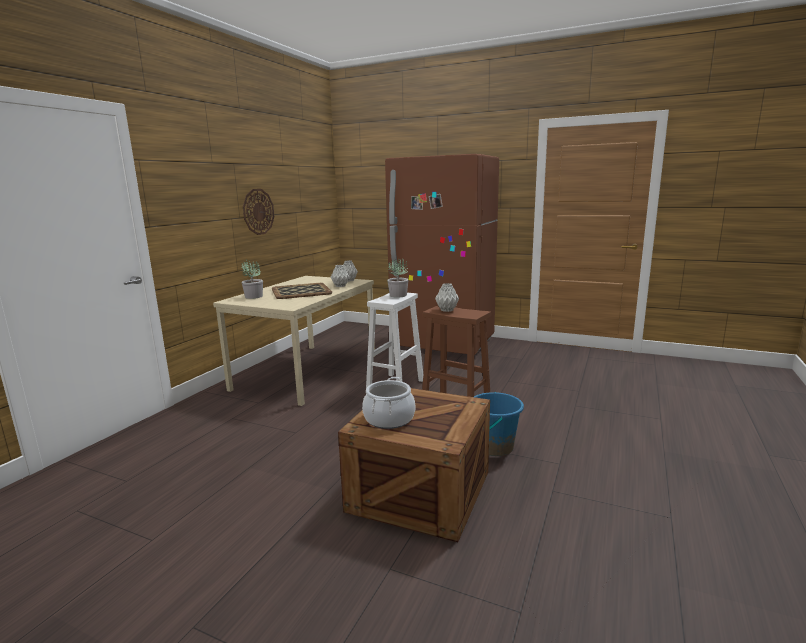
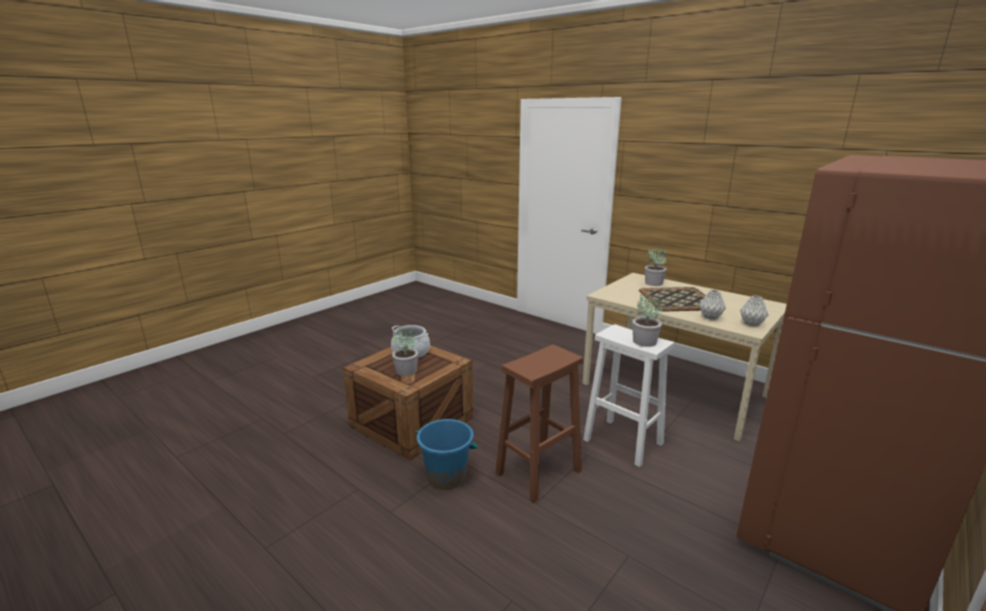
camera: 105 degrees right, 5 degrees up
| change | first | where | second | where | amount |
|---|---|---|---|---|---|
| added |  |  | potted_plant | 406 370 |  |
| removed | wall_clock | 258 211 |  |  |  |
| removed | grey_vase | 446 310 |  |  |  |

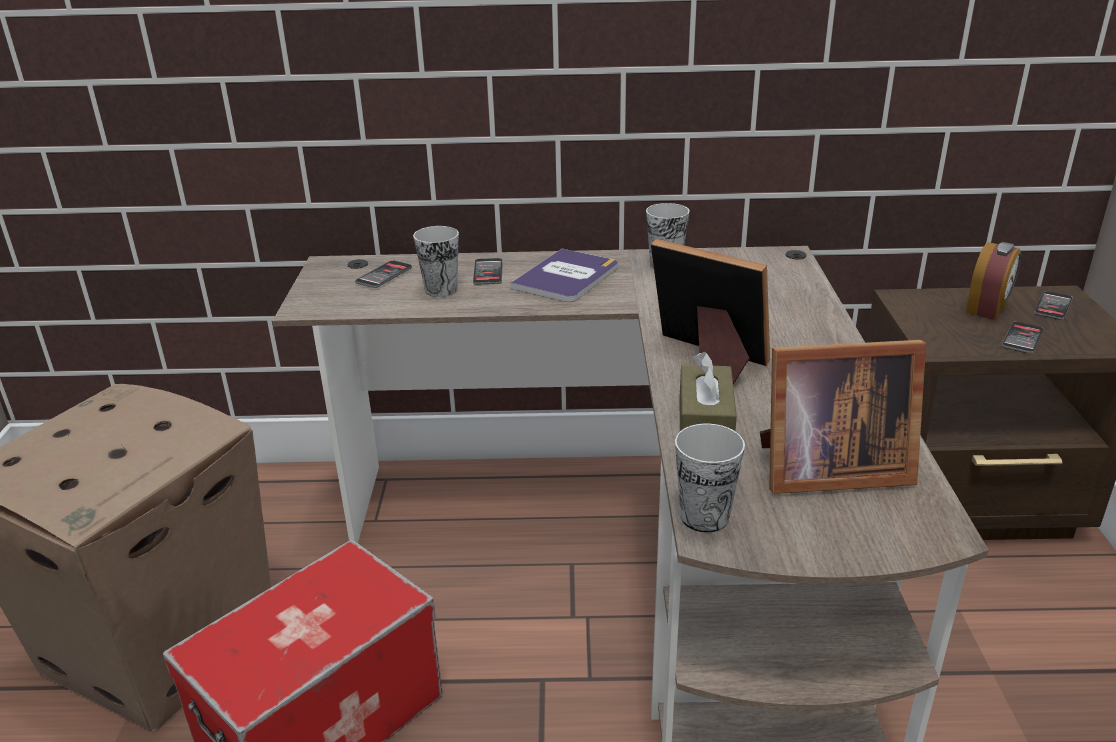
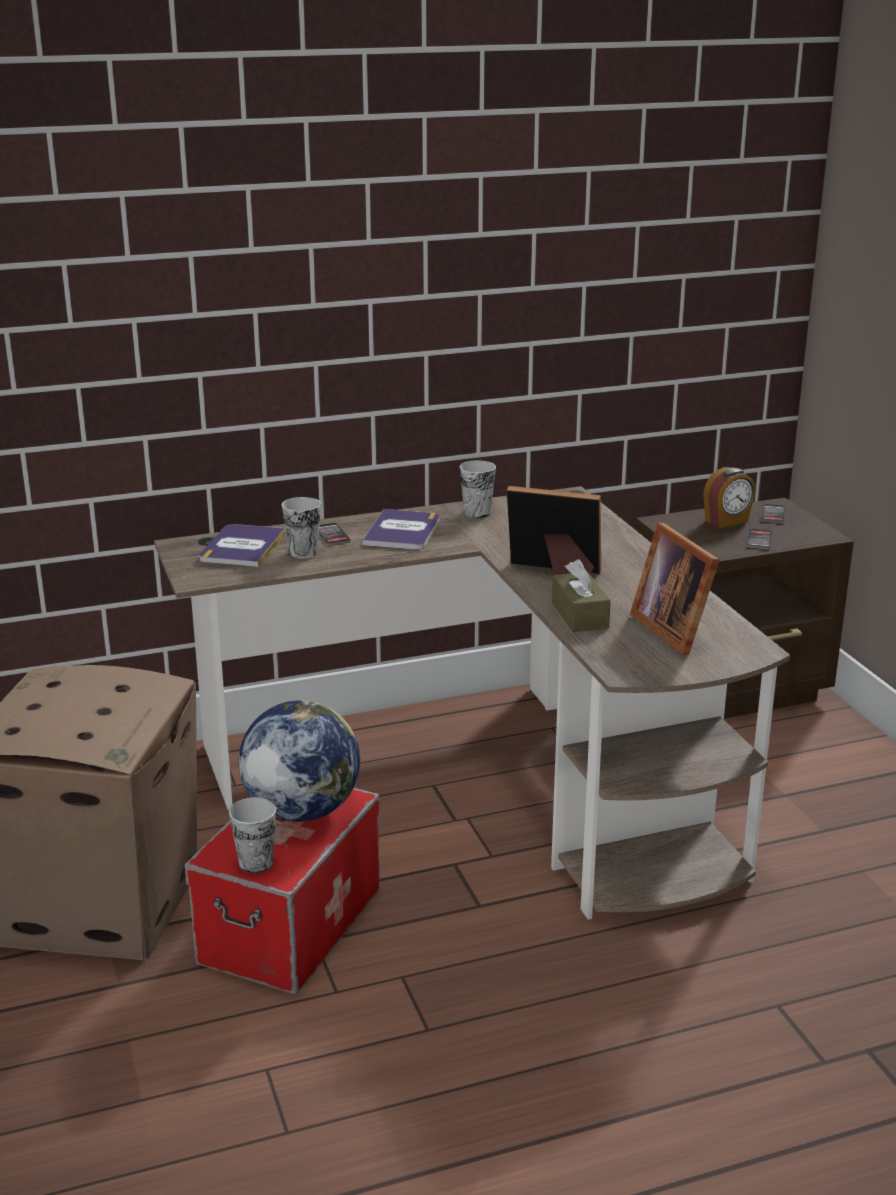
camera: 20 degrees left, 5 degrees down
| change | first | where | second | where | amount |
|---|---|---|---|---|---|
| replaced | phone | 384 275 | book | 242 547 |  |
| moved | cup | 704 516 |  | 256 863 |  |
| added |  |  | globe | 301 811 |  |
| turned | picture_frame | 826 470 |  | 674 629 | 90 degrees clockwise |
| turned | alarm_clock | 988 308 |  | 727 521 | 45 degrees clockwise |

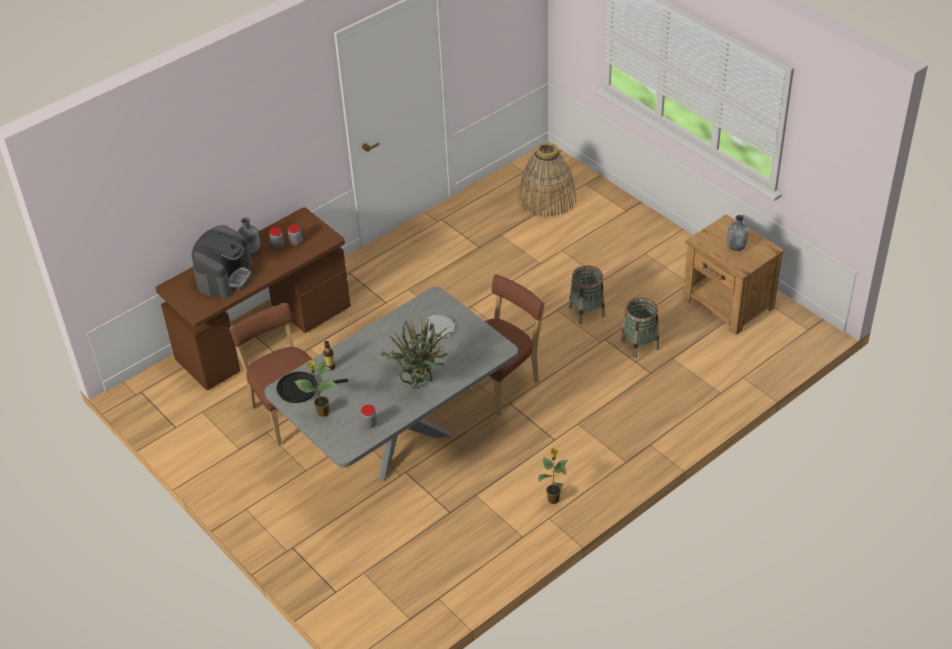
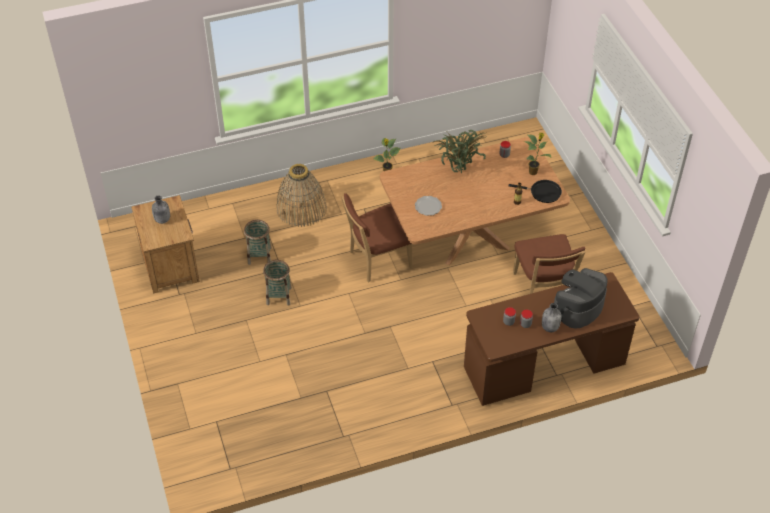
camera: 160 degrees left, 5 degrees up
| change | first | where | second | where | amount |
|---|---|---|---|---|---|
| moved | basket | 547 198 |  | 301 208 |  |
| recoloured | grey_dining_table | 399 441 | brown_dining_table | 469 241 |  |

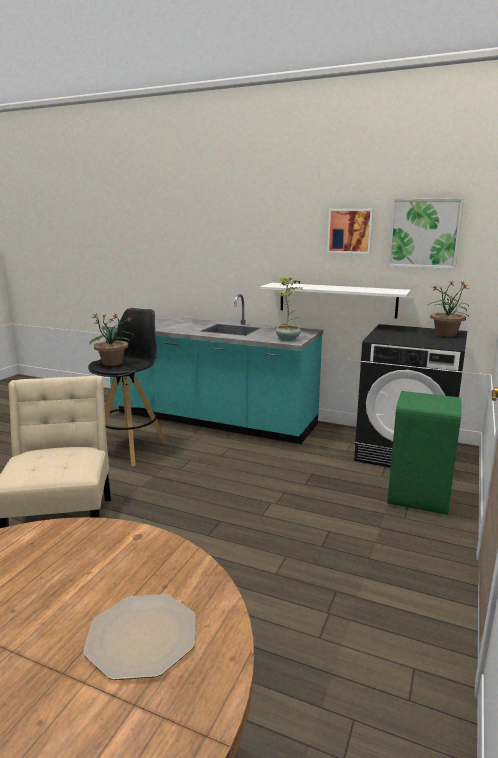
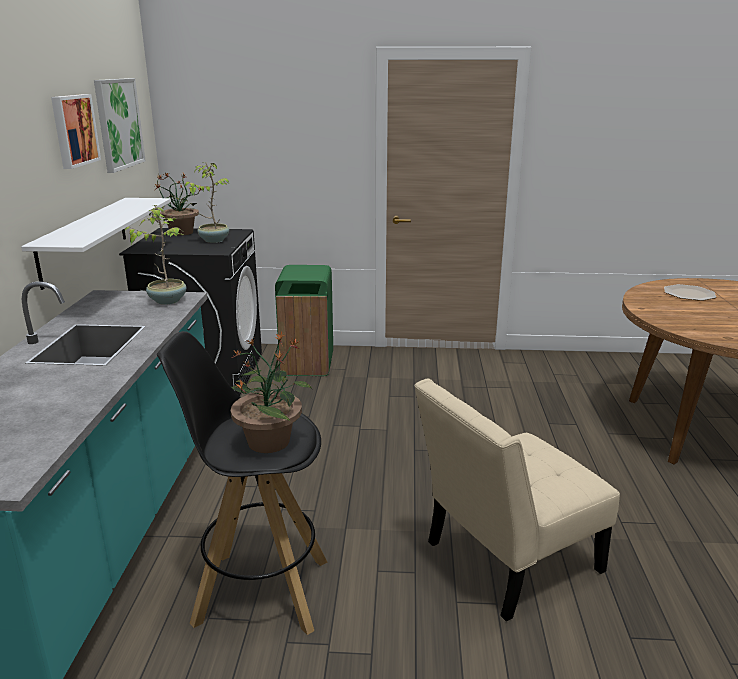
camera: 110 degrees left, 5 degrees up
| change | first | where | second | where | amount |
|---|---|---|---|---|---|
| added |  |  | potted_plant | 213 240 |  |

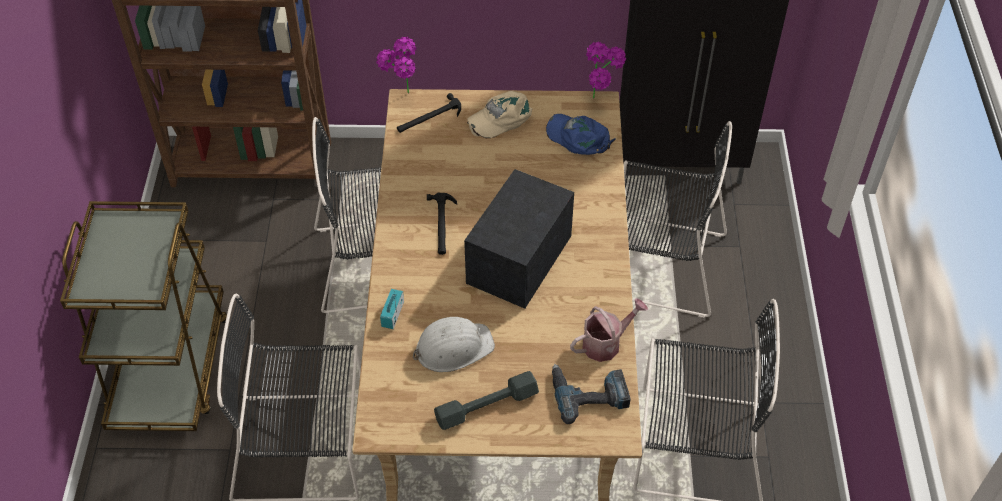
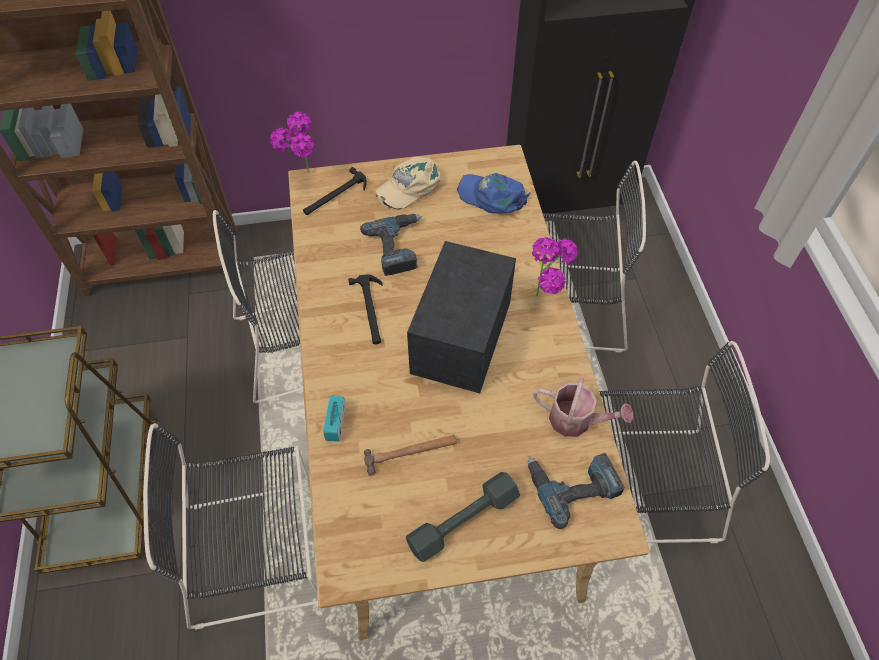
camera: 10 degrees left, 5 degrees up
| change | first | where | second | where | amount |
|---|---|---|---|---|---|
| added |  |  | power_drill | 398 247 |  |
| replaced | white_hard_hat | 453 347 | hammer | 411 453 |  |
| moved | potted_plant | 601 101 |  | 547 298 |  |
| turned | watering_can | 606 343 |  | 576 420 | 60 degrees clockwise |

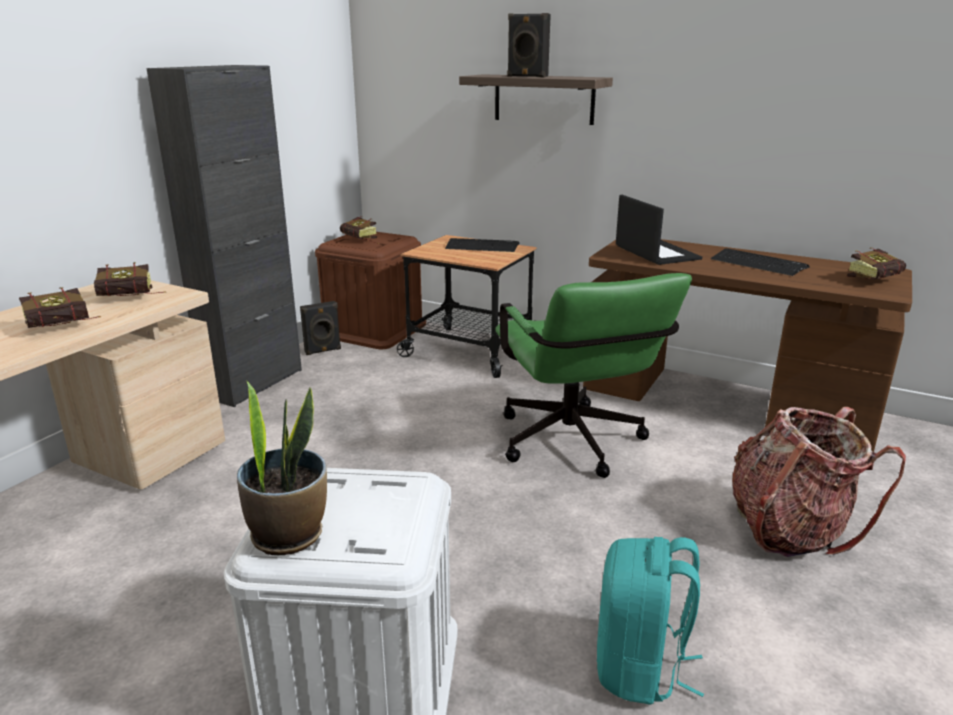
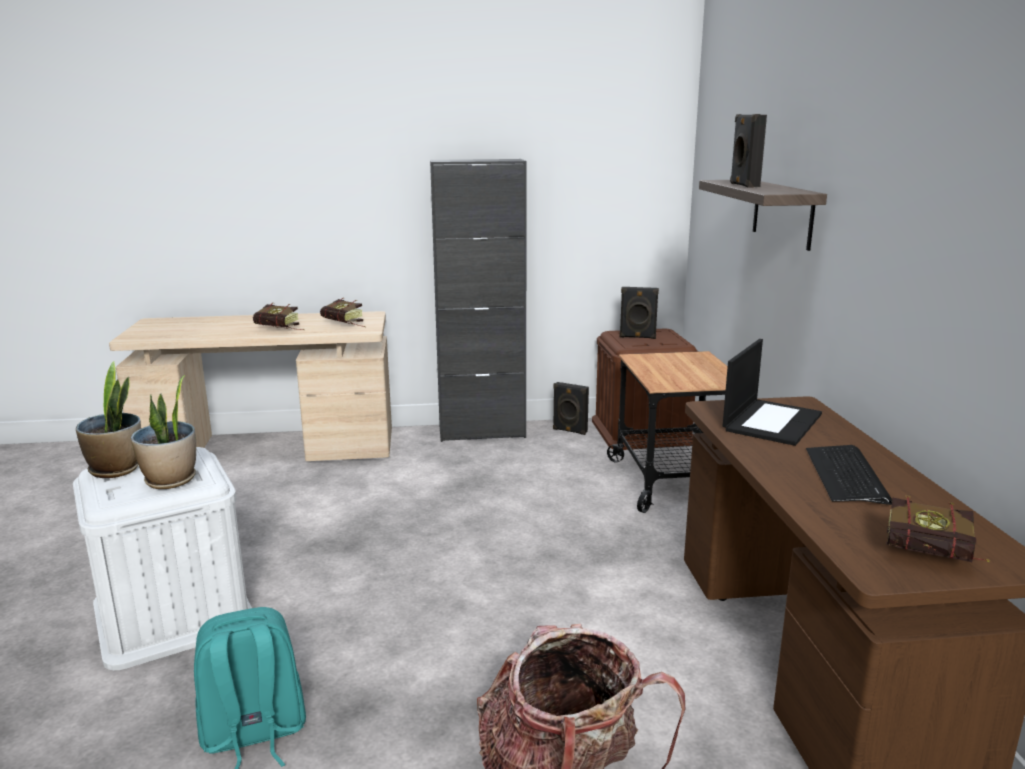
camera: 55 degrees right, 5 degrees down
| change | first | where | second | where | amount |
|---|---|---|---|---|---|
| added |  |  | potted_plant | 171 480 |  |
| replaced | book | 361 241 | black_speaker | 637 337 |  |
| removed | keyboard | 482 246 |  |  |  |
| removed | green_office_chair | 574 446 |  |  |  |

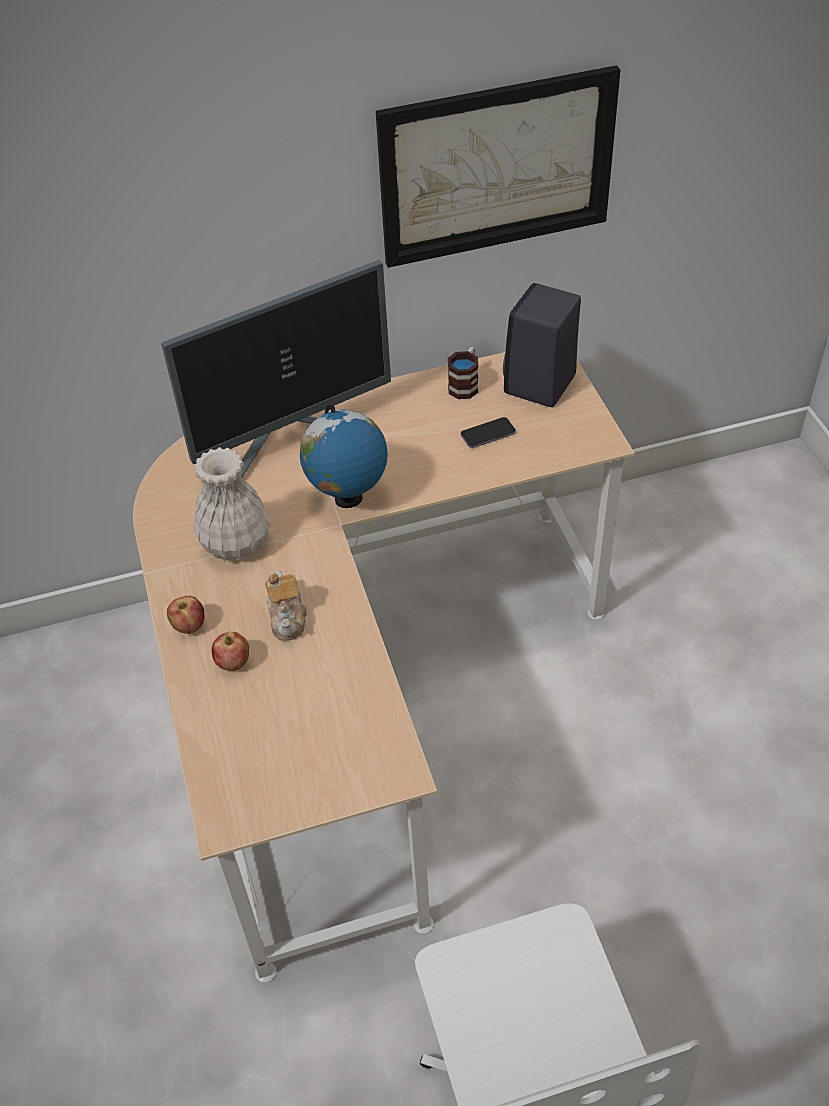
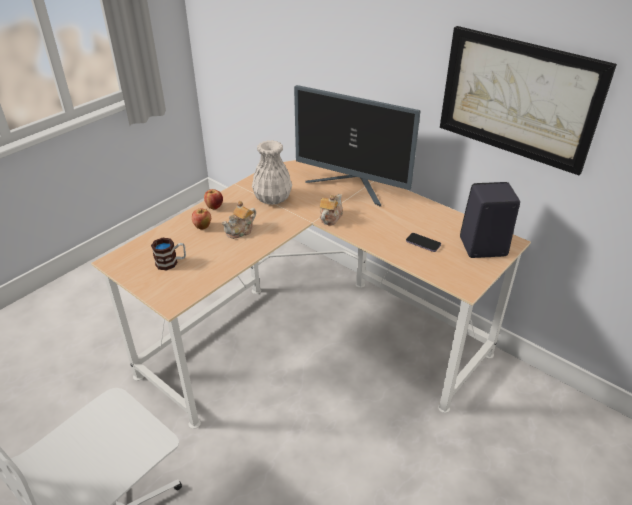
camera: 55 degrees right, 10 degrees down
| change | first | where | second | where | amount |
|---|---|---|---|---|---|
| moved | mug | 465 384 |  | 171 262 |  |
| replaced | globe | 348 499 | teapot | 330 218 |  |

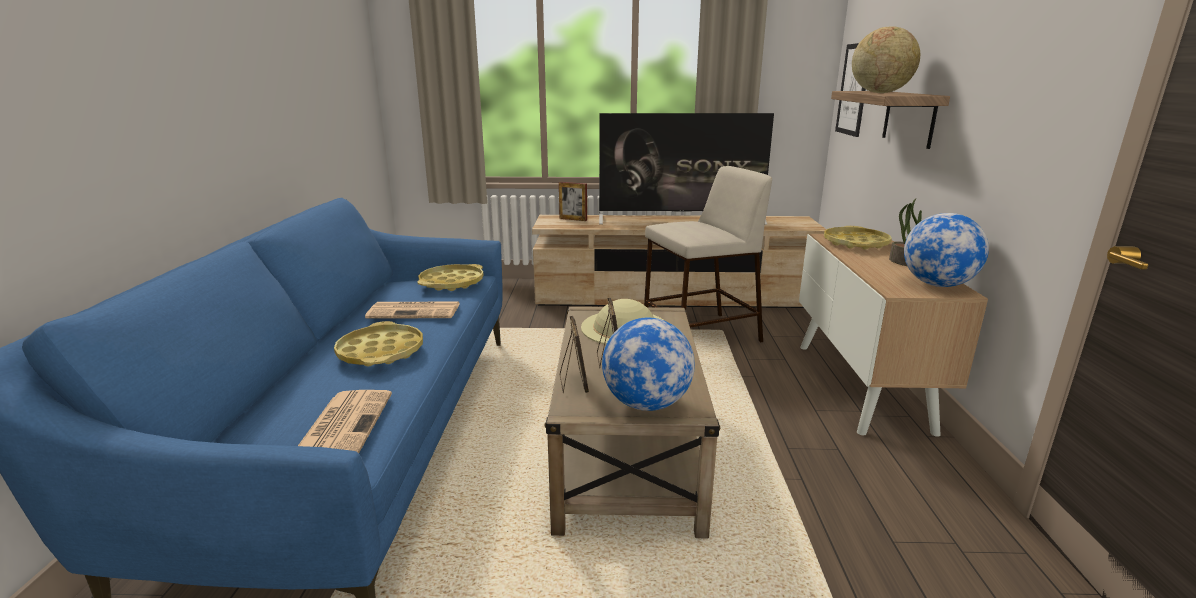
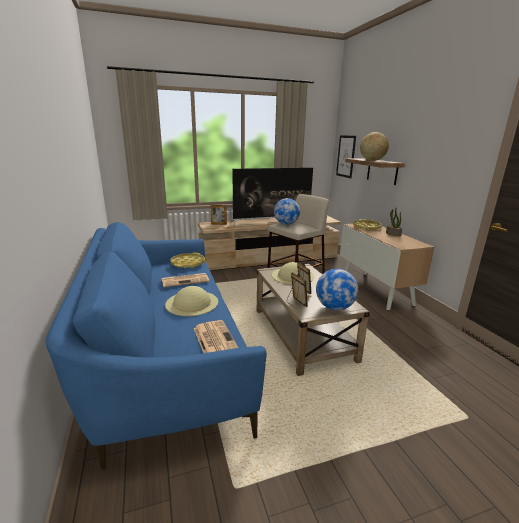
camera: 20 degrees left, 0 degrees up
| change | first | where | second | where | amount |
|---|---|---|---|---|---|
| replaced | yellow_tray | 381 352 | beige_hat | 192 303 |  |
| moved | globe | 937 285 |  | 286 224 |  |

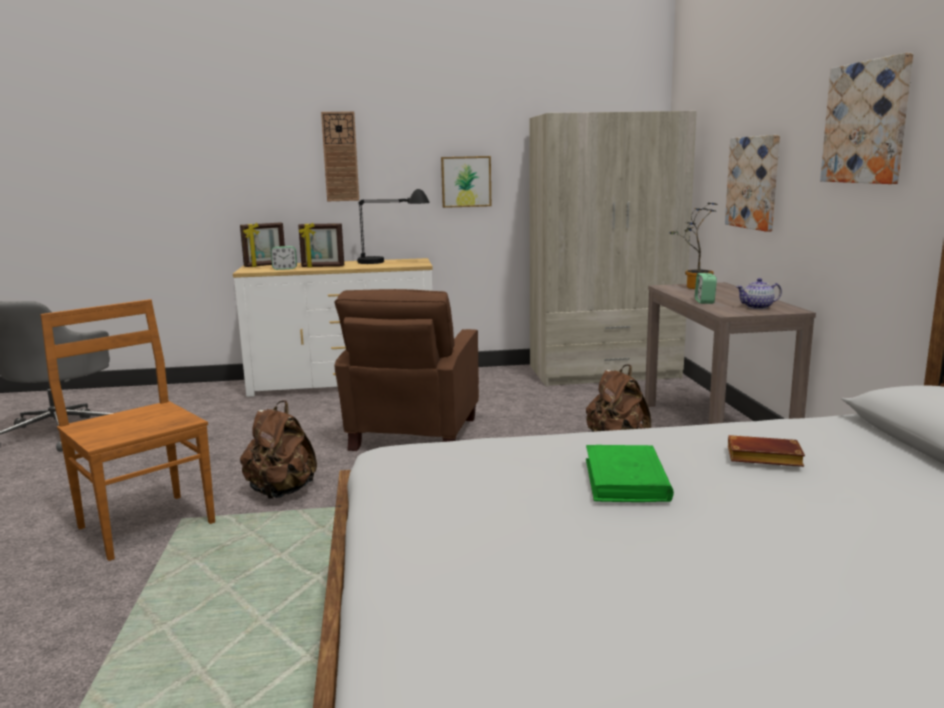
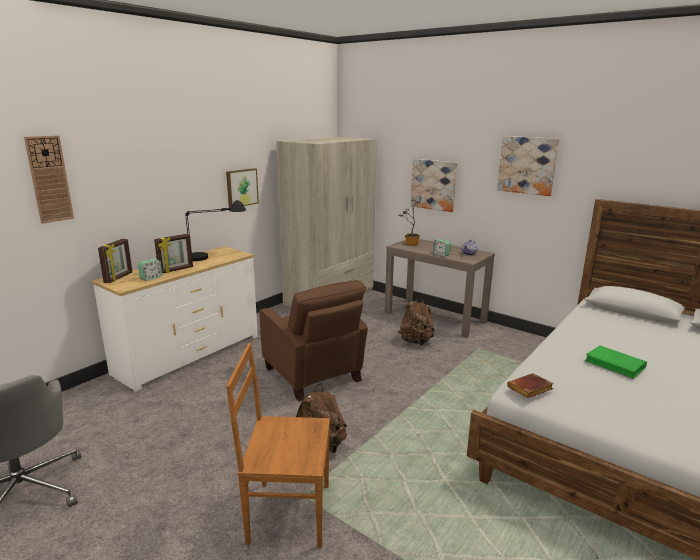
camera: 45 degrees left, 5 degrees up
| change | first | where | second | where | amount |
|---|---|---|---|---|---|
| moved | wall_clock | 340 157 |  | 49 179 |  |
| moved | brown_book | 761 458 |  | 529 390 |  |

